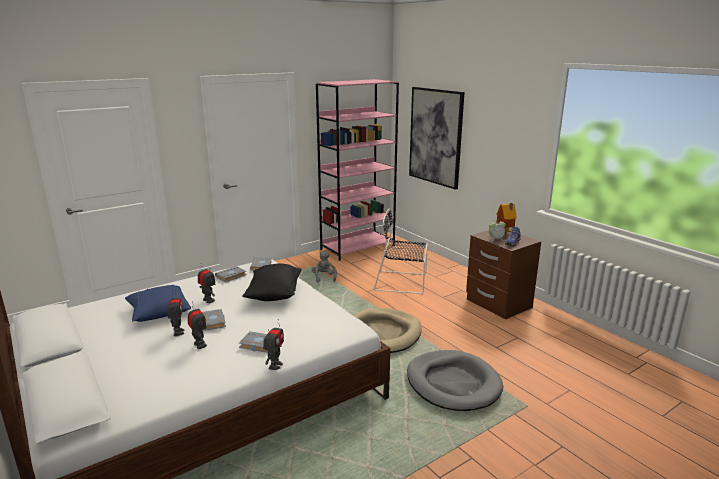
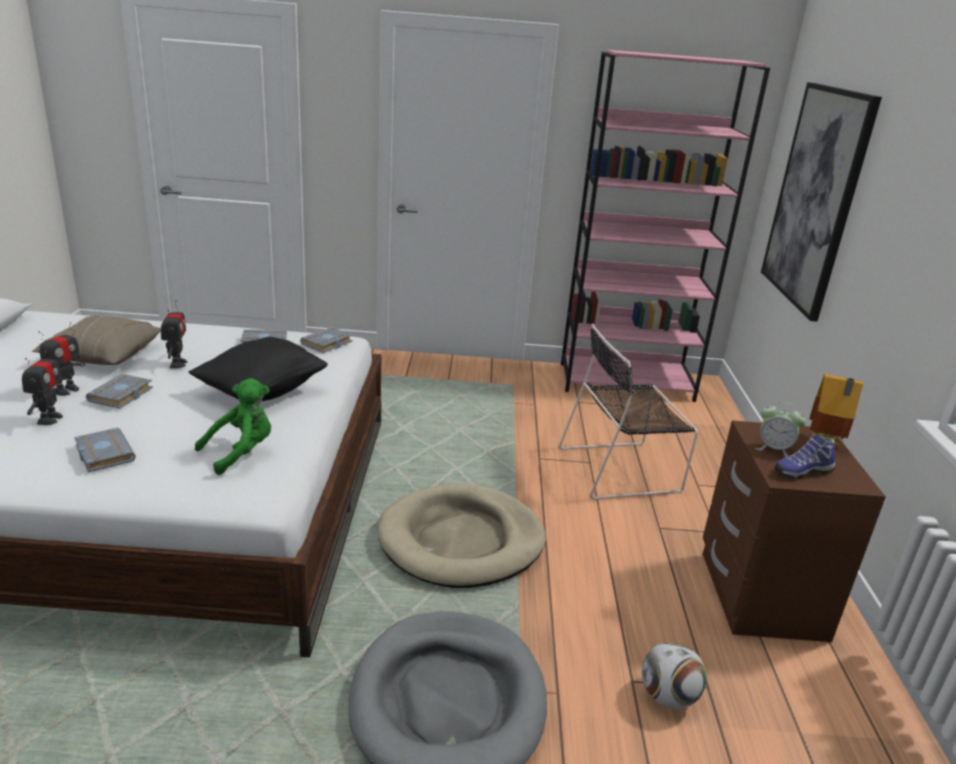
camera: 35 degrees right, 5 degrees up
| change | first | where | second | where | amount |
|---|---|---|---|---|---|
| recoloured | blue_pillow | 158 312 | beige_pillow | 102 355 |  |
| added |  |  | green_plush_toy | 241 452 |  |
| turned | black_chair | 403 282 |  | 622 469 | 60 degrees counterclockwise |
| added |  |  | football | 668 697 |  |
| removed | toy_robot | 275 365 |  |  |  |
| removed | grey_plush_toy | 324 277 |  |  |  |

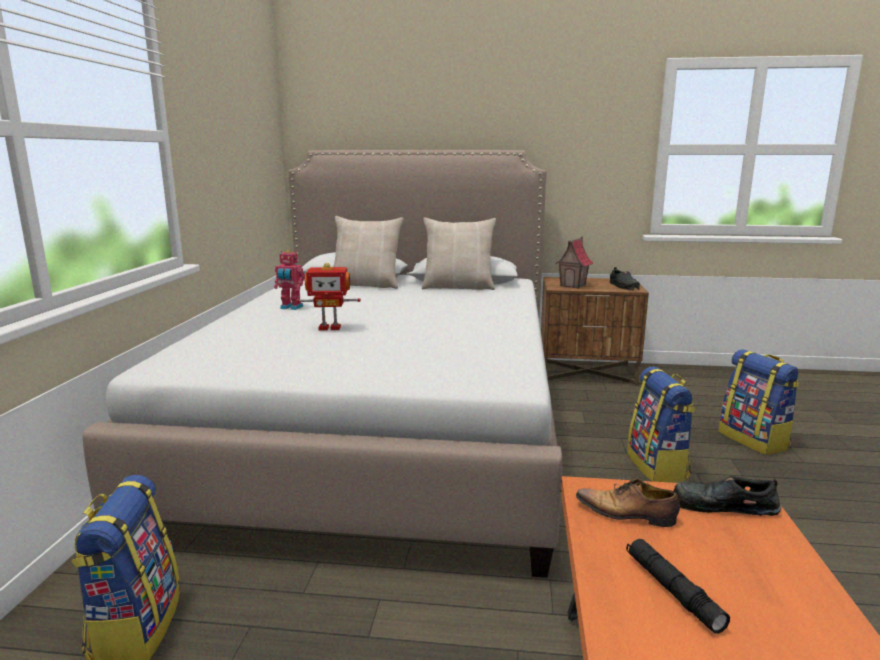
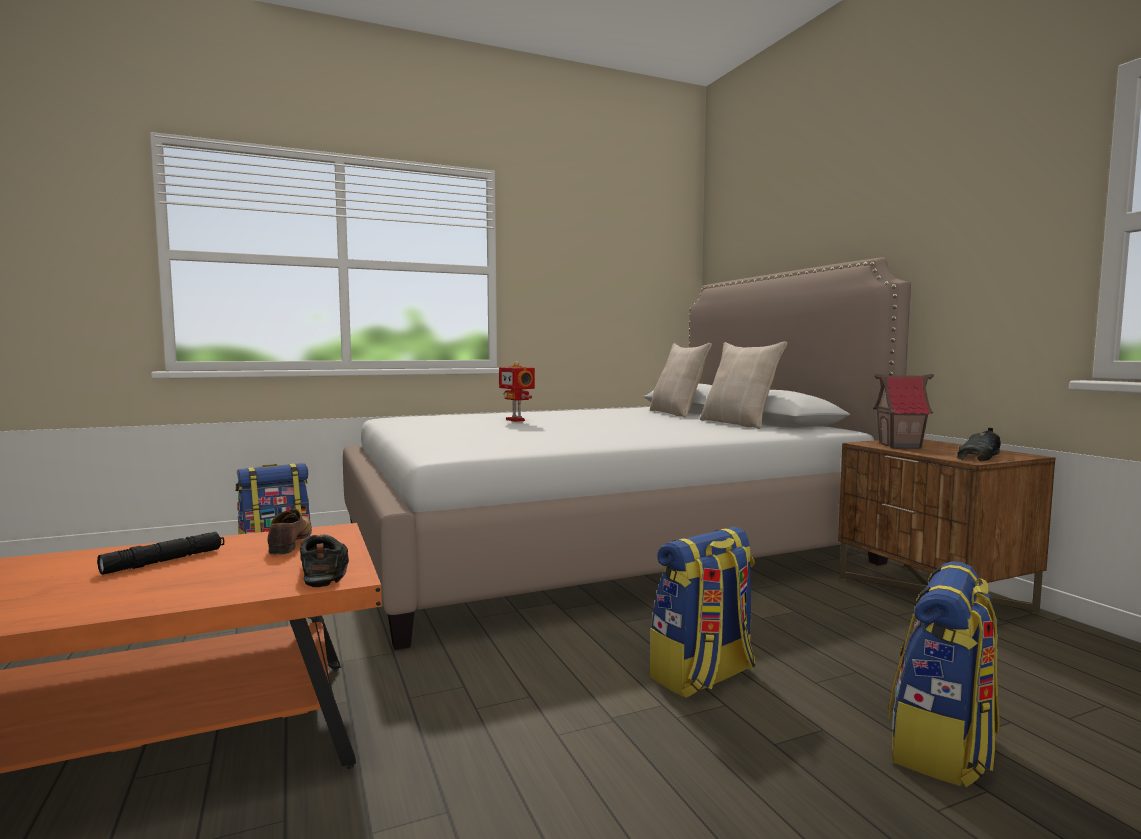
camera: 60 degrees right, 10 degrees down
| change | first | where | second | where | amount |
|---|---|---|---|---|---|
| removed | toy_robot | 291 308 |  |  |  |

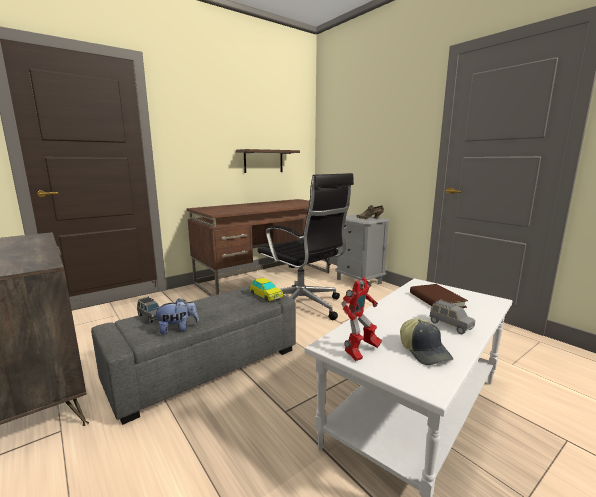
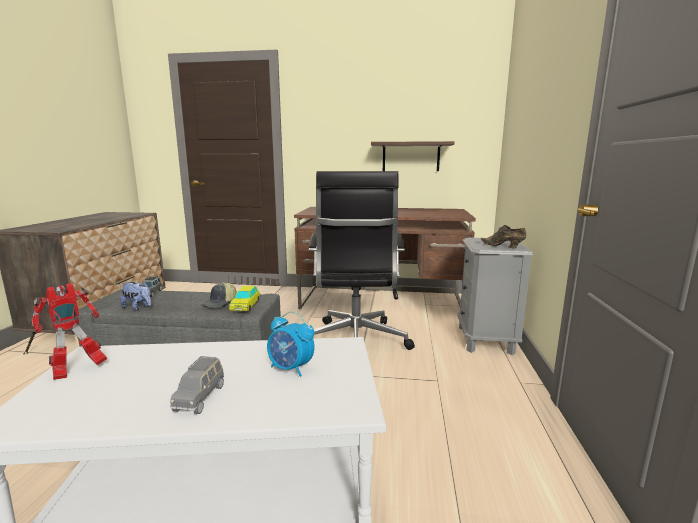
camera: 45 degrees right, 0 degrees up
| change | first | where | second | where | amount |
|---|---|---|---|---|---|
| turned | toy_robot | 360 352 |  | 77 370 | 45 degrees counterclockwise |
| moved | cap | 424 351 |  | 220 303 |  |
| replaced | brown_book | 436 300 | alarm_clock | 291 368 |  |

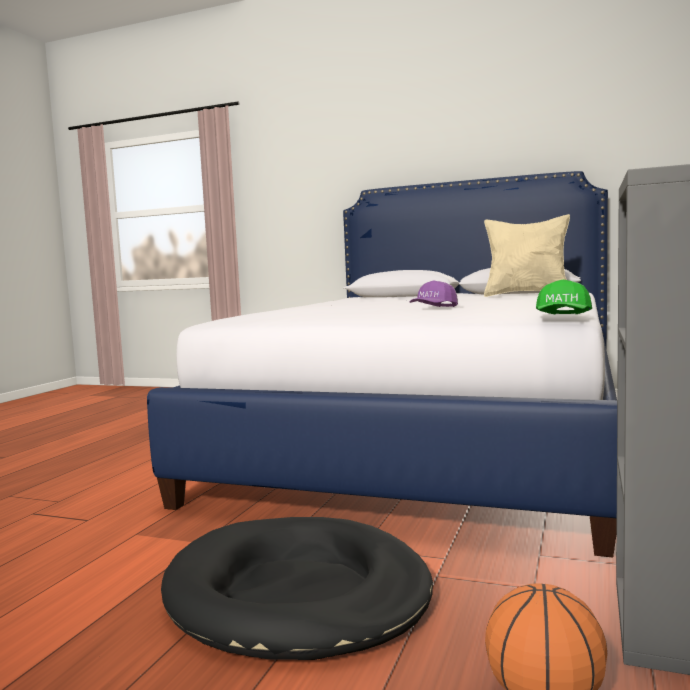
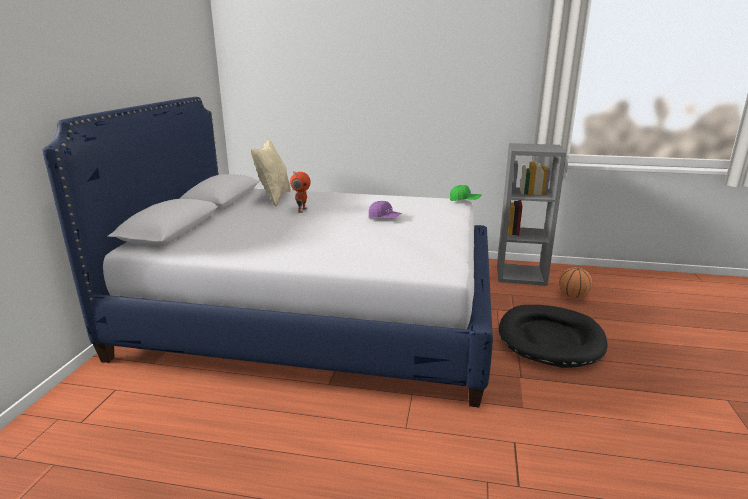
camera: 100 degrees left, 15 degrees up
| change | first | where | second | where | amount |
|---|---|---|---|---|---|
| added |  |  | toy_robot | 301 210 |  |

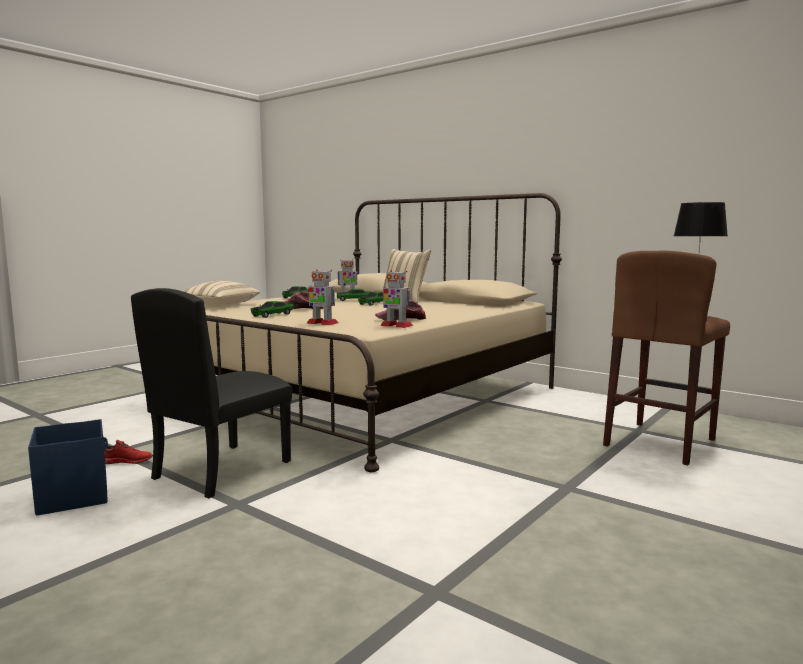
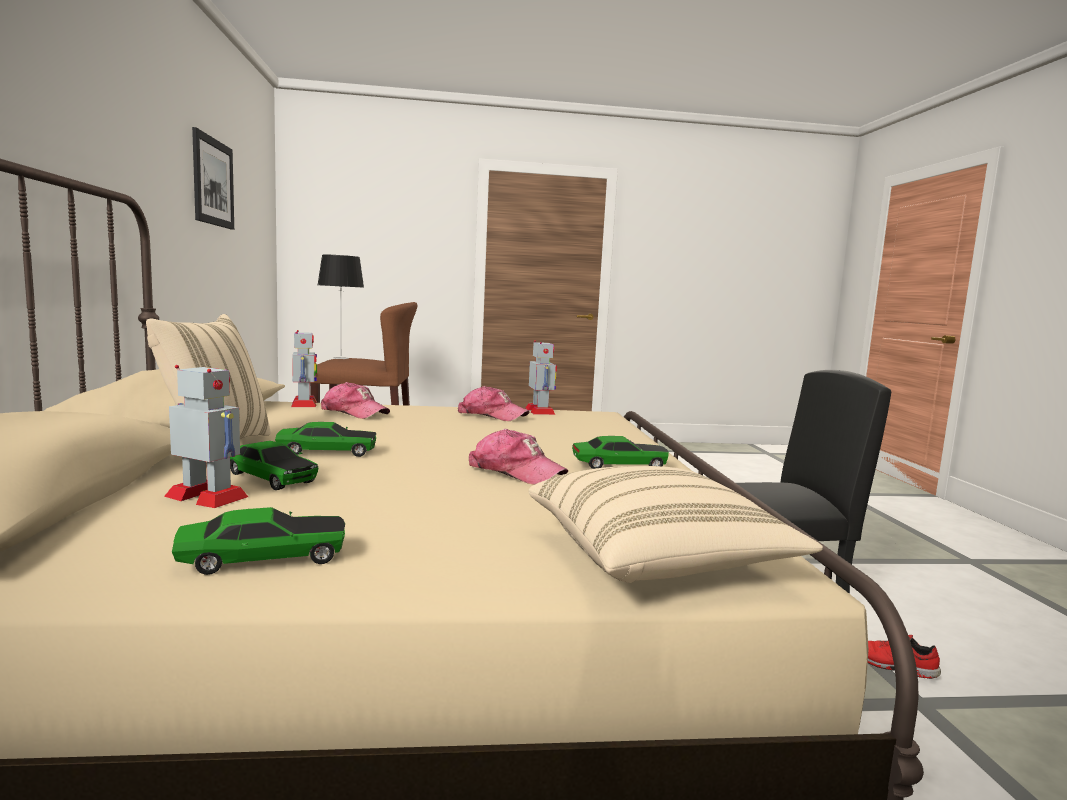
camera: 135 degrees left, 0 degrees up
| change | first | where | second | where | amount |
|---|---|---|---|---|---|
| added |  |  | picture | 213 182 |  |
| moved | toy_robot | 322 323 |  | 304 404 |  |
| added |  |  | cap | 354 413 |  |
| removed | blue_storage_box | 74 496 |  |  |  |

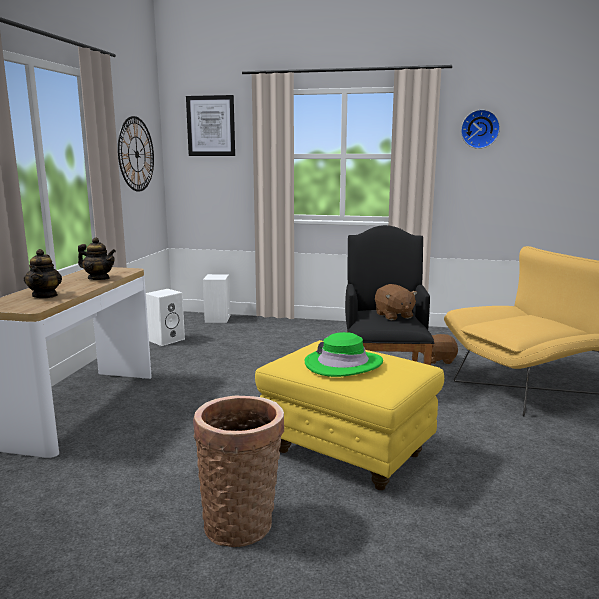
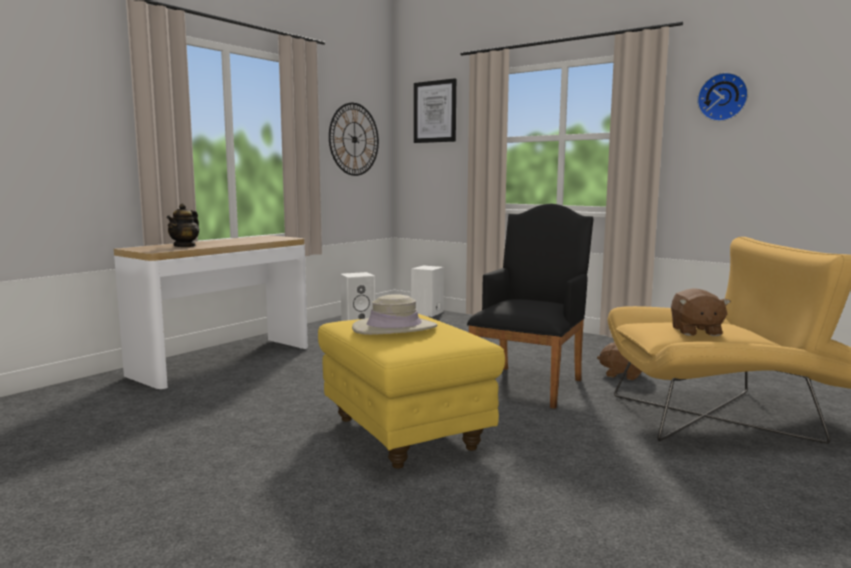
camera: 25 degrees right, 5 degrees down
| change | first | where | second | where | amount |
|---|---|---|---|---|---|
| recoloured | green_hat | 343 364 | beige_hat | 394 328 |  |
| moved | brown_plush_toy | 394 316 |  | 695 331 |  |
| removed | teapot | 99 278 |  |  |  |
| removed | basket | 242 522 |  |  |  |

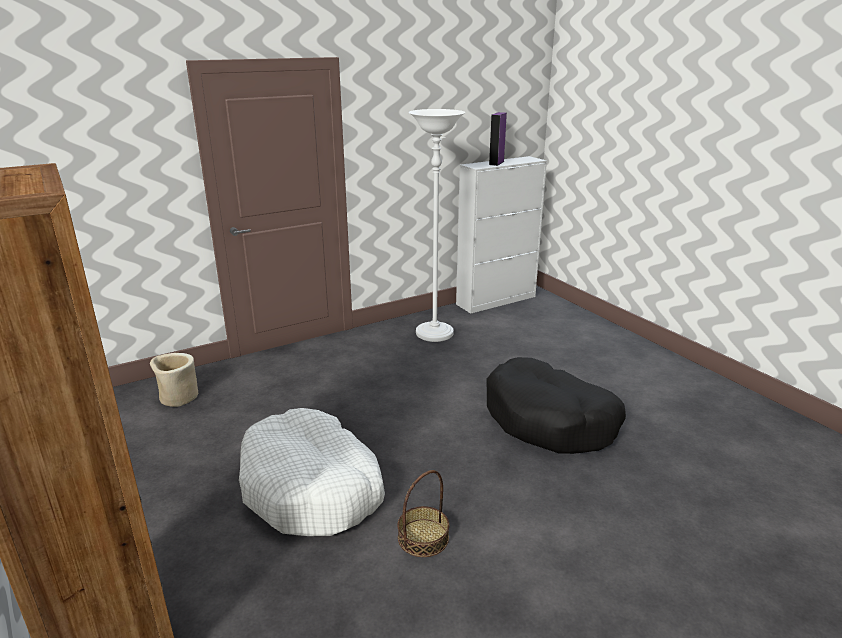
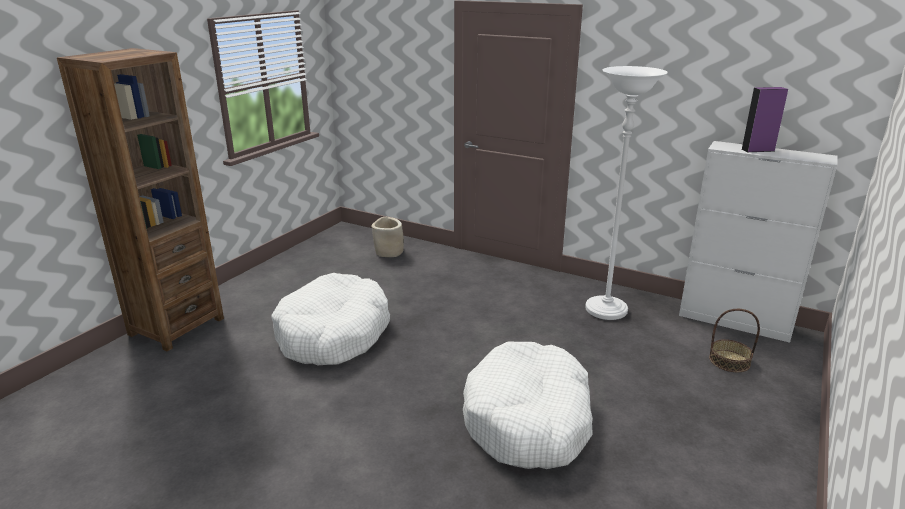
camera: 60 degrees right, 0 degrees up
| change | first | where | second | where | amount |
|---|---|---|---|---|---|
| recoloured | black_dog_bed | 550 420 | white_dog_bed | 528 420 |  |
| moved | basket | 423 537 |  | 729 361 |  |

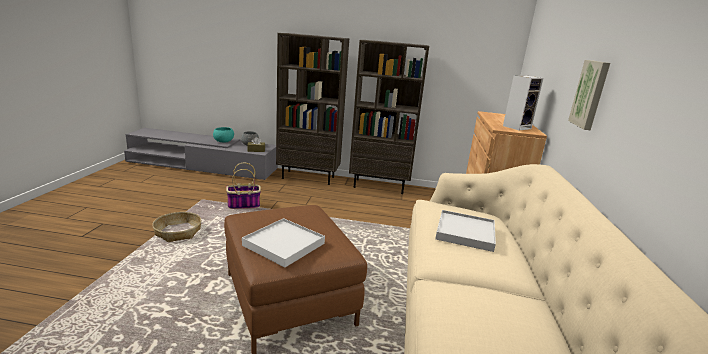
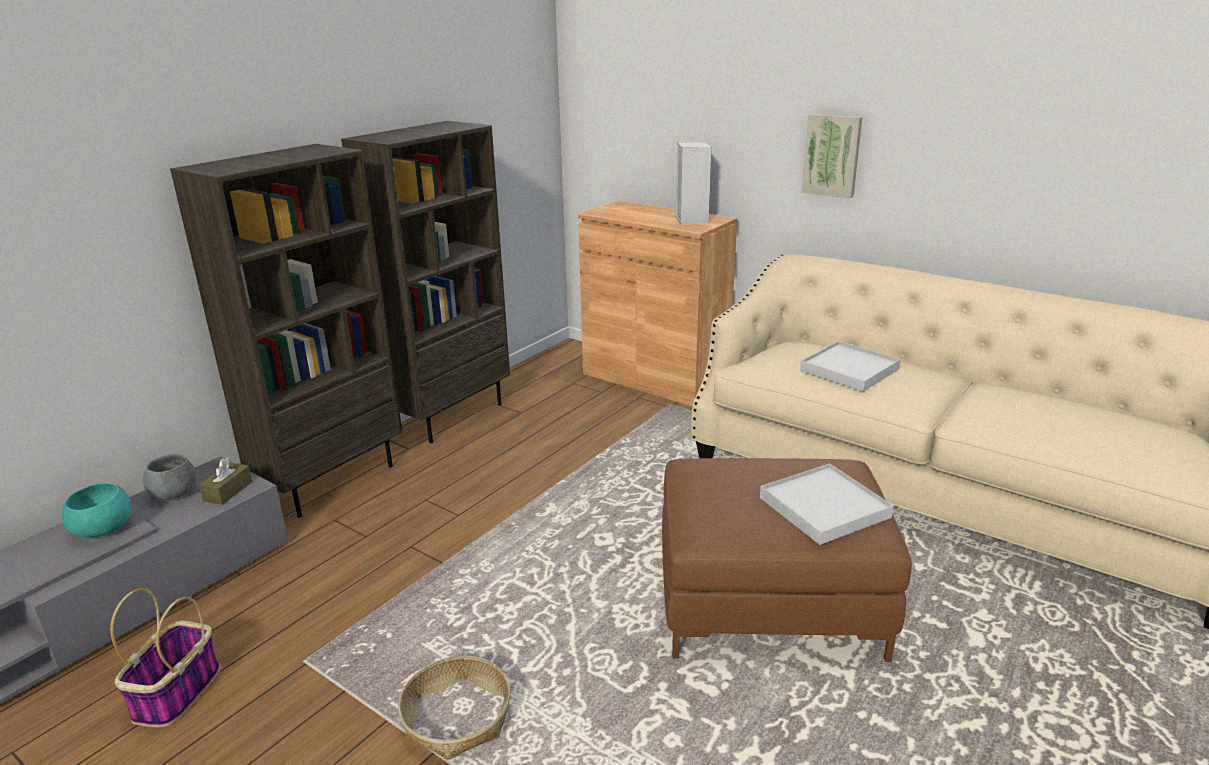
camera: 60 degrees left, 5 degrees up
| change | first | where | second | where | amount |
|---|---|---|---|---|---|
| moved | basket | 243 205 |  | 177 694 |  |

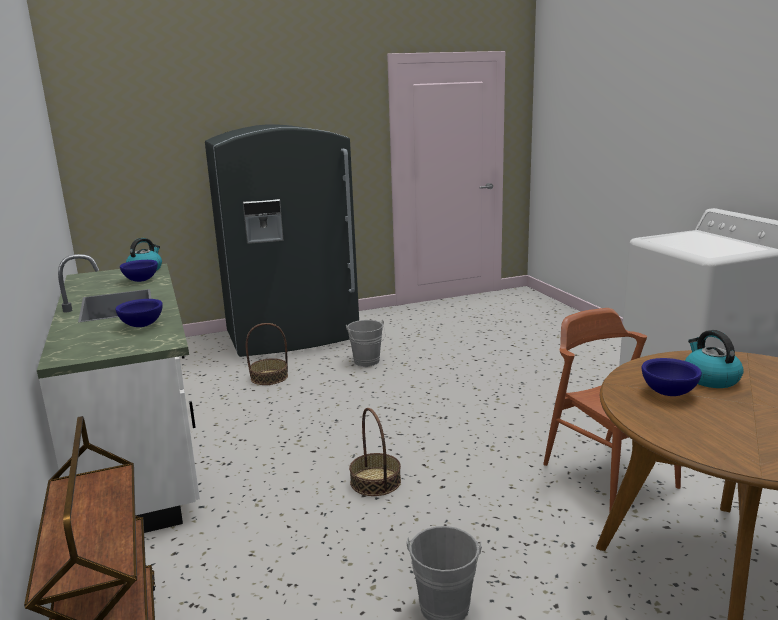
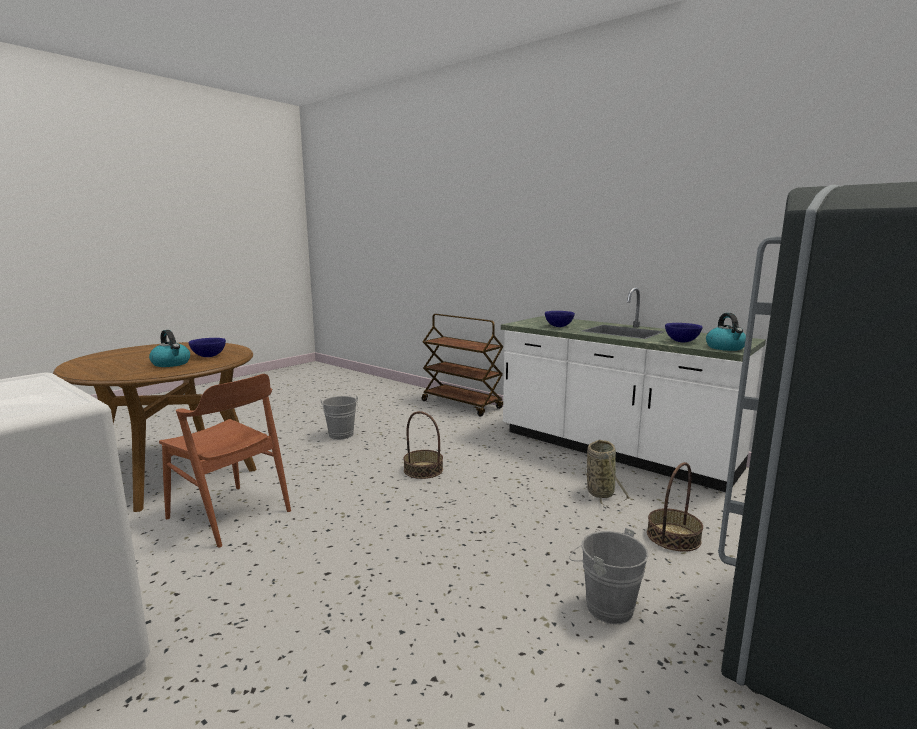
camera: 150 degrees right, 5 degrees down
| change | first | where | second | where | amount |
|---|---|---|---|---|---|
| added |  |  | basket | 599 491 |  |

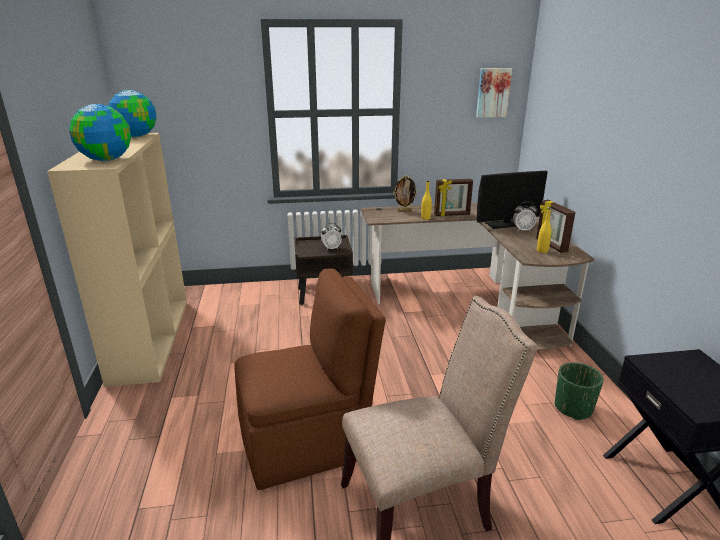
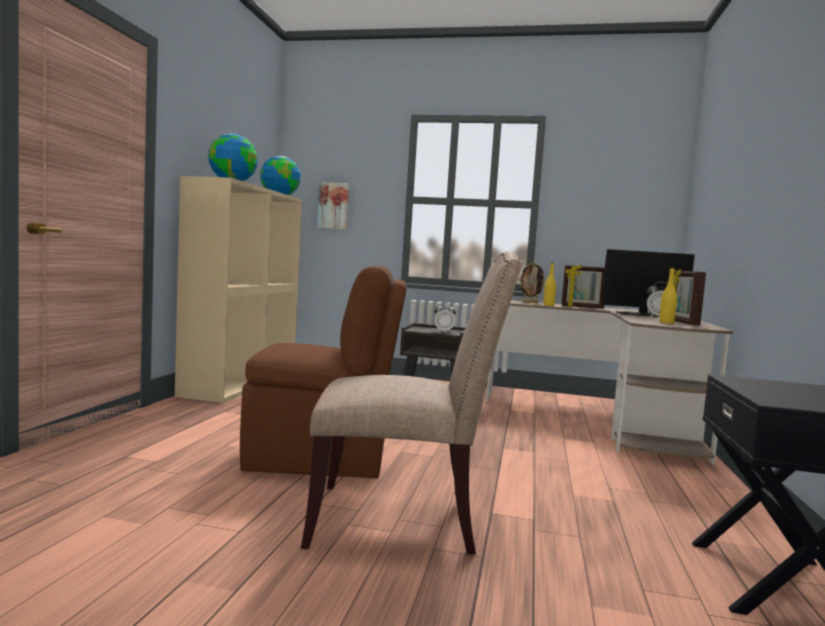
camera: 20 degrees right, 20 degrees down
| change | first | where | second | where | amount |
|---|---|---|---|---|---|
| moved | picture | 493 92 |  | 333 206 |  |
| removed | green_planter | 573 408 |  |  |  |

